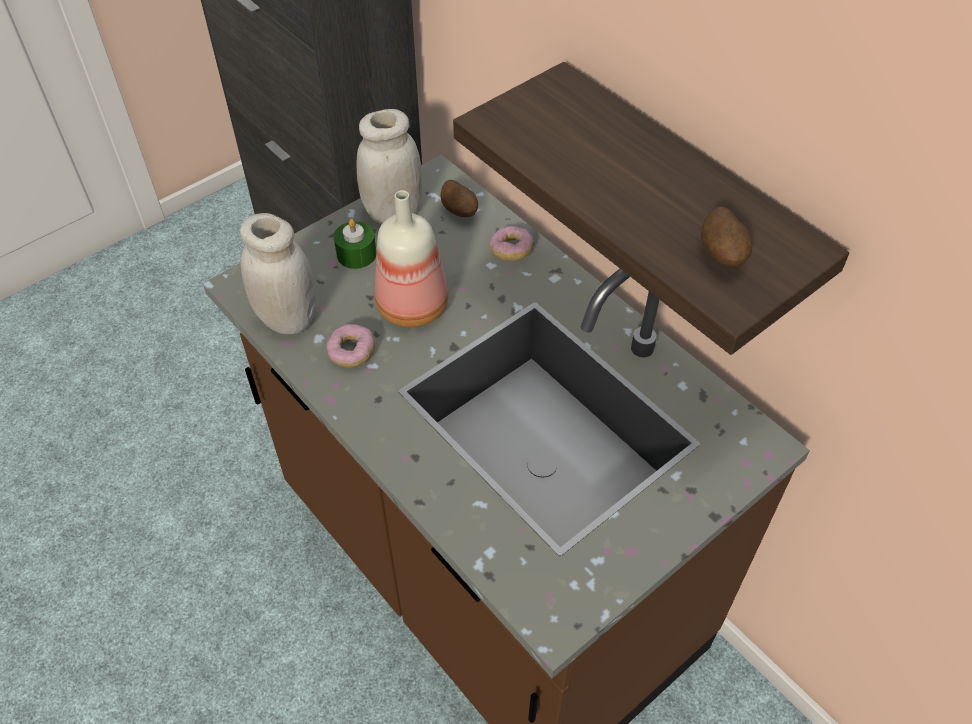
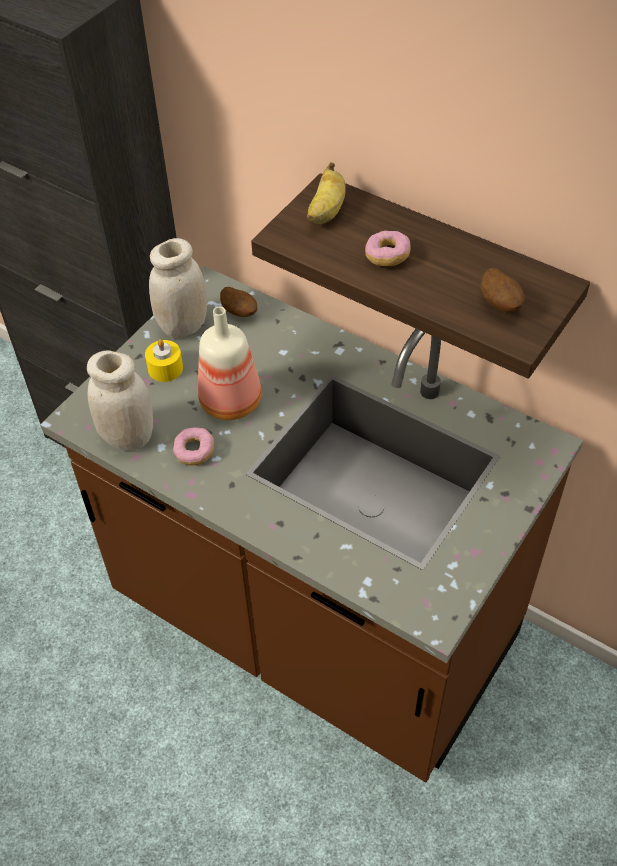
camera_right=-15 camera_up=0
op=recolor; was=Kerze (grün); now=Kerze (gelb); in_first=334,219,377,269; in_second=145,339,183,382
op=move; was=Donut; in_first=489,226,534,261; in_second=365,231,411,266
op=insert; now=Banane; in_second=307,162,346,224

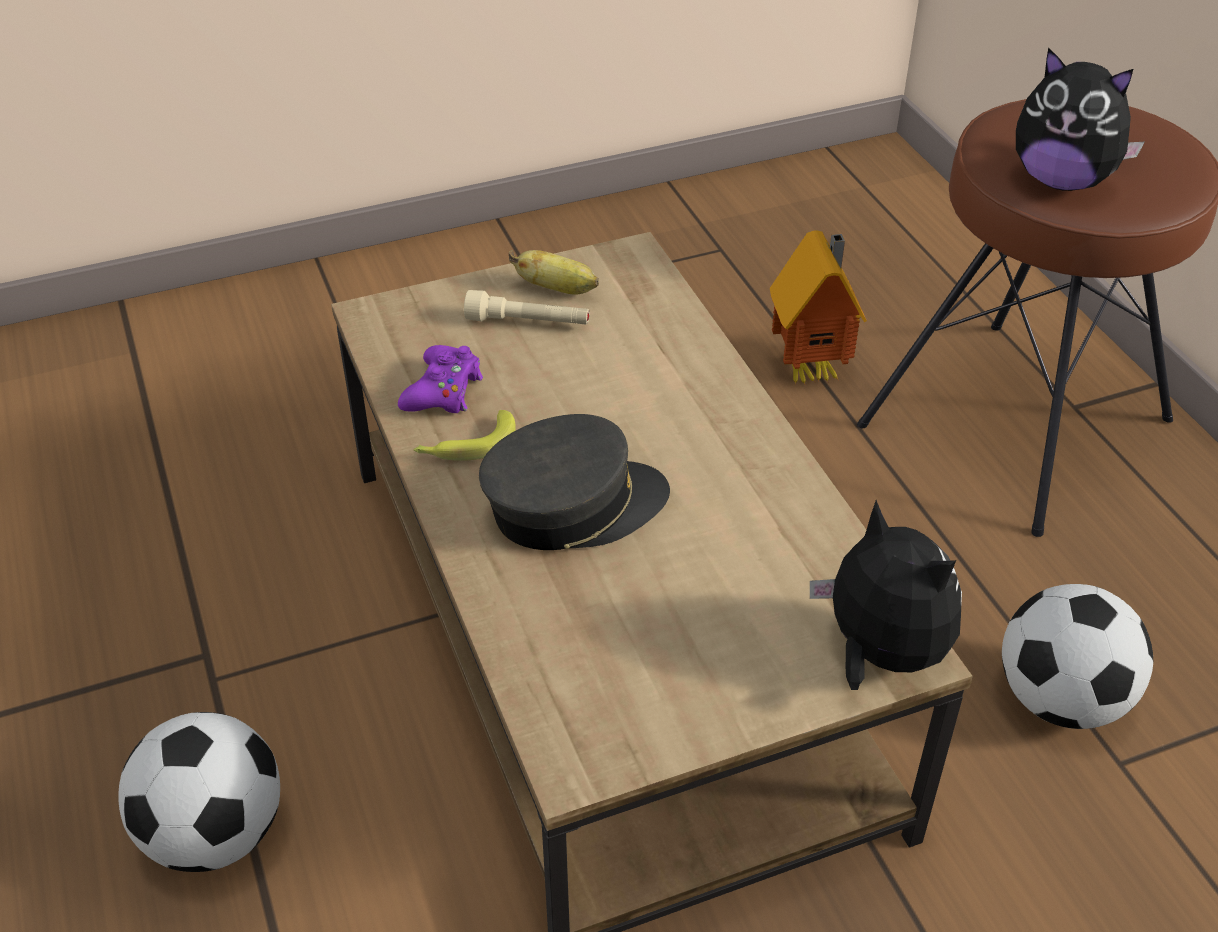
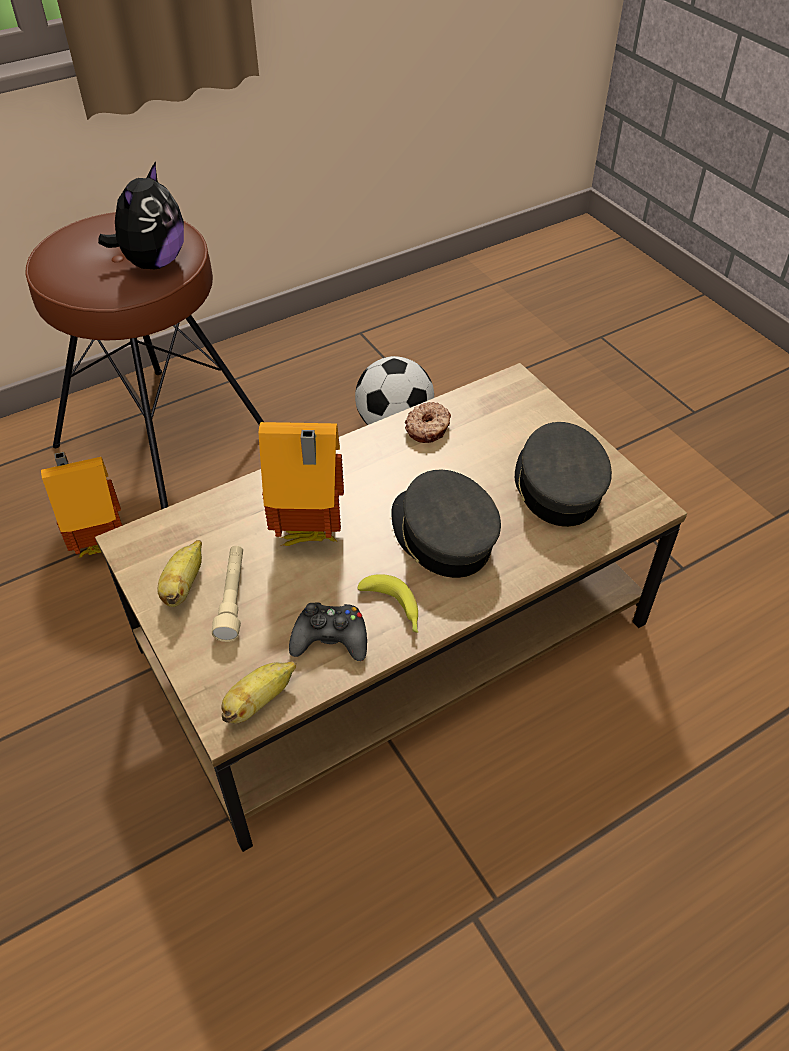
camera_right=-100 camera_up=5
op=delete; was=Fußball; in_first=118,712,280,872
op=recolor; was=Gamepad (lila); now=Gamepad (schwarz); in_first=398,345,483,413; in_second=289,602,367,661
op=delete; was=Plüschtier; in_first=810,500,962,690
op=insert; now=Banane; in_second=221,661,296,724
op=insert; now=Spielzeughaus; in_second=258,422,344,546
op=insert; now=Donut; in_second=405,402,451,443
op=insert; now=Kappe (grau); in_second=515,422,612,527

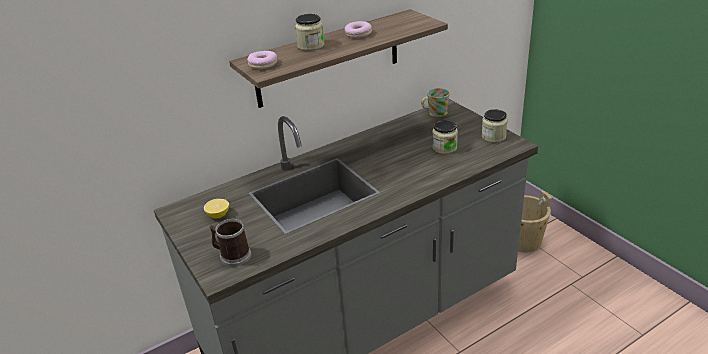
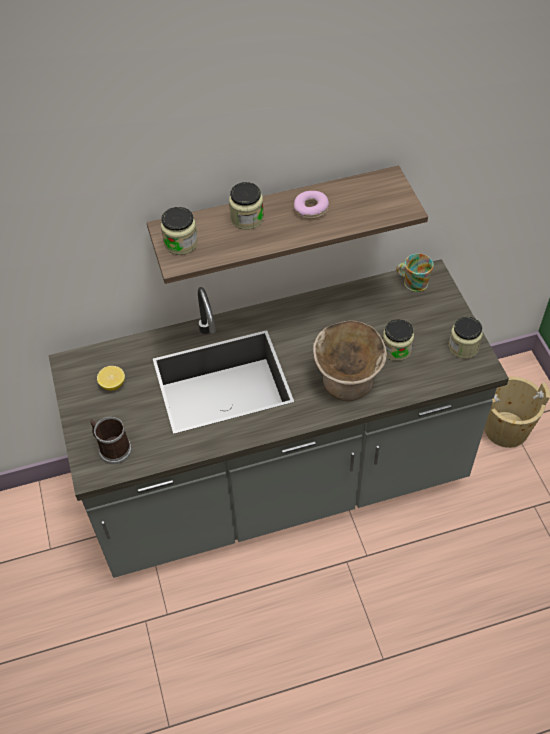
camera_right=15 camera_up=20
op=replace; was=Donut; now=Vorratsglas; in_first=247,51,277,69; in_second=161,207,198,255
op=insert; now=Schüssel (beige); in_second=313,321,387,401

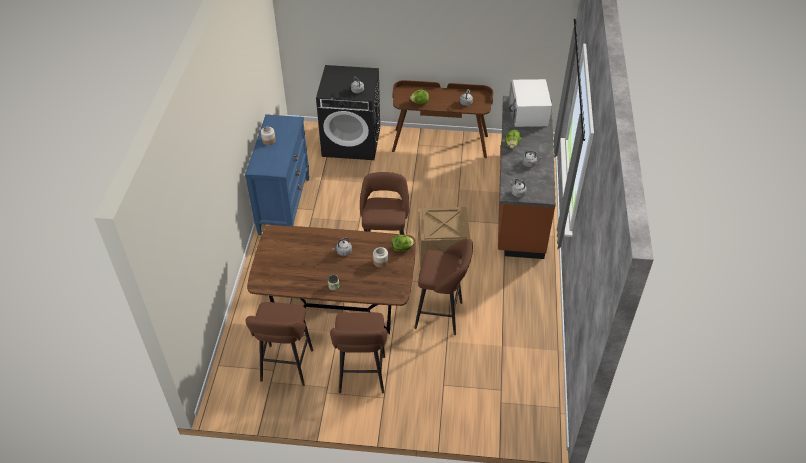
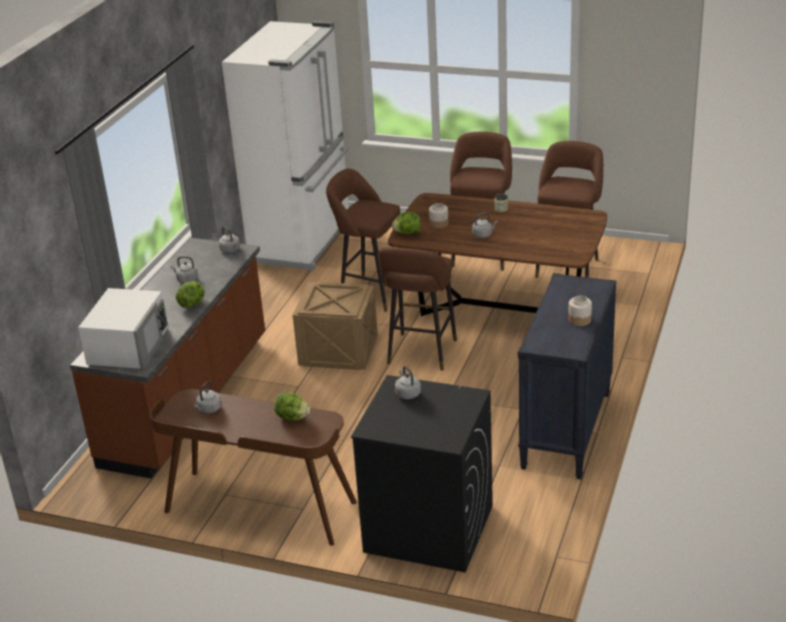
camera_right=-165 camera_up=-15
op=recolor; was=Kommode (blau); now=Kommode (schwarz); in_first=245,114,309,235; in_second=518,273,616,479
op=insert; now=Kühlschrank (weiß); in_second=222,21,349,271

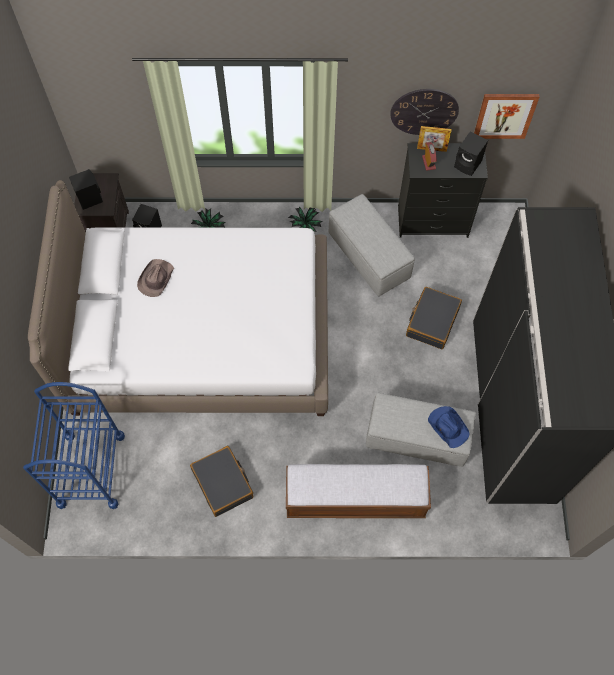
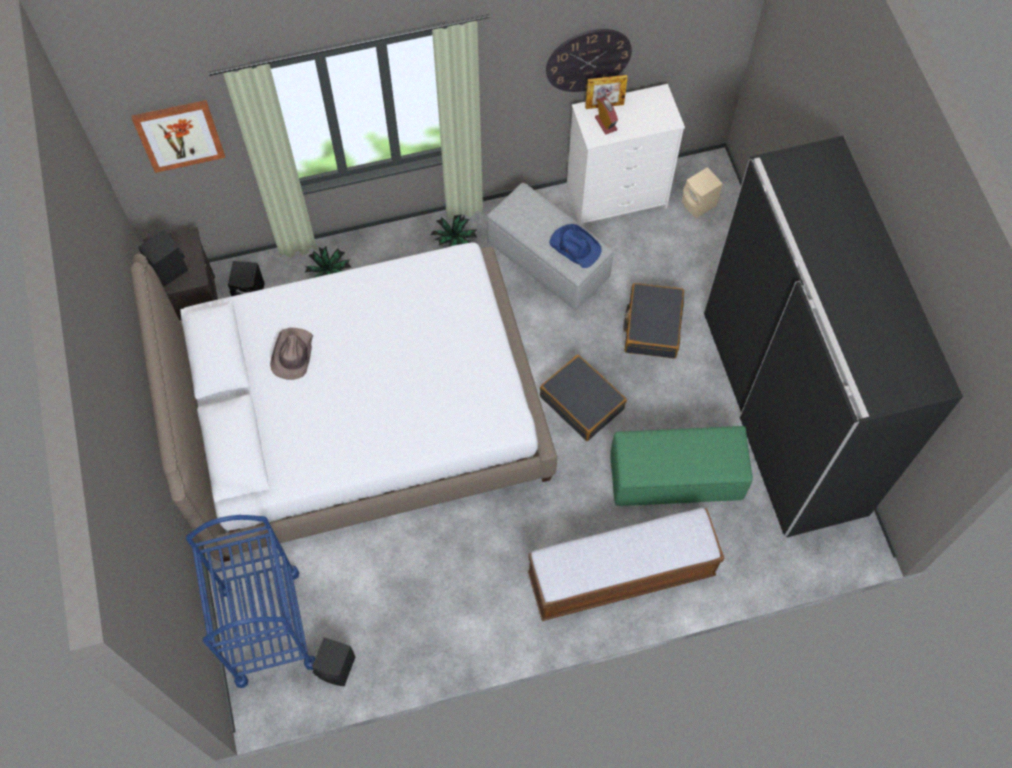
camera_right=-15 camera_up=0
op=move; was=Koffer (schwarz); in_first=190,446,253,517; in_second=540,355,627,441
op=recolor; was=Polsterhocker (grau); now=Polsterhocker (grün); in_first=366,392,476,467; in_second=610,426,753,506
op=recolor; was=Kommode (schwarz); now=Kommode (weiß); in_first=398,143,488,238; in_second=567,84,685,226
op=move; was=Hut (blau); in_first=428,406,470,448; in_second=549,224,602,268
op=move; was=Lautsprecher (schwarz); in_first=454,131,488,176; in_second=312,637,355,686
op=move; was=Bild; in_first=474,94,540,139; in_second=132,100,225,173
op=insert; now=Lautsprecher (beige); in_second=682,167,723,218

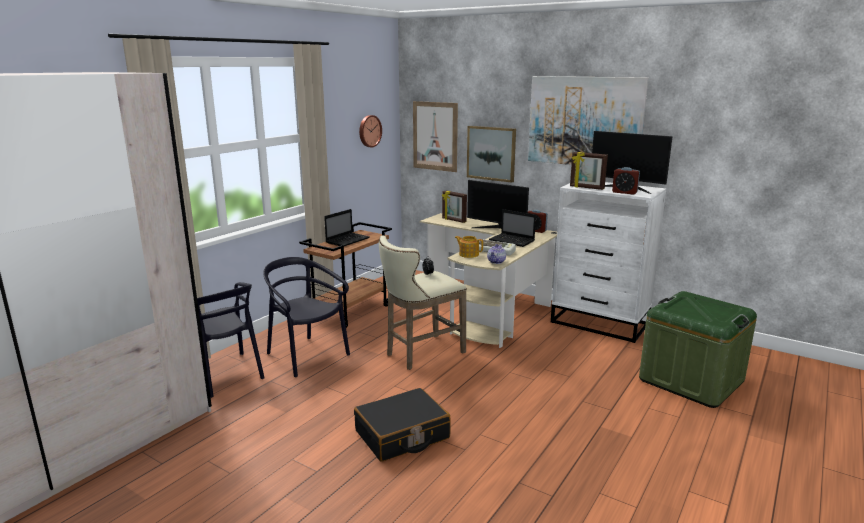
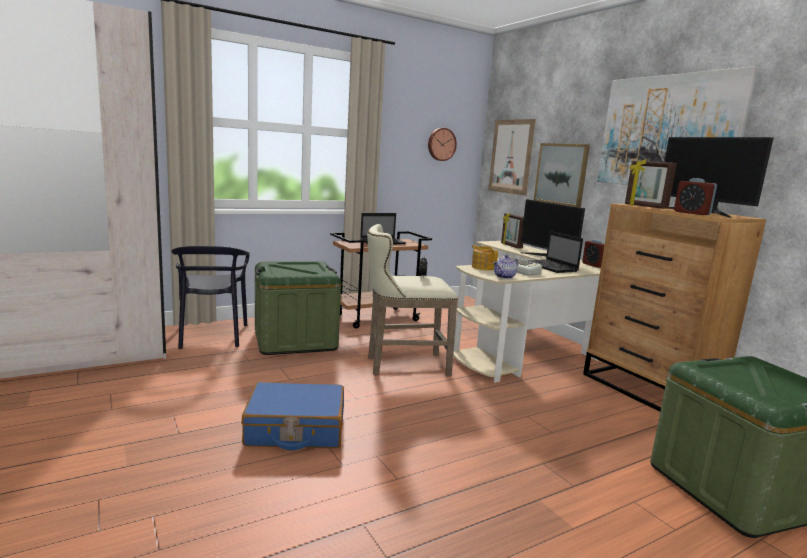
camera_right=25 camera_up=-5
op=replace; was=Stuhl (schwarz); now=Aufbewahrungsbox (grün); in_first=263,257,350,377; in_second=255,261,341,355
op=recolor; was=Koffer (schwarz); now=Koffer (blau); in_first=354,388,451,462; in_second=241,382,344,450
op=recolor; was=Kommode (weiß); now=Kommode (braun); in_first=551,182,666,343; in_second=583,204,766,412

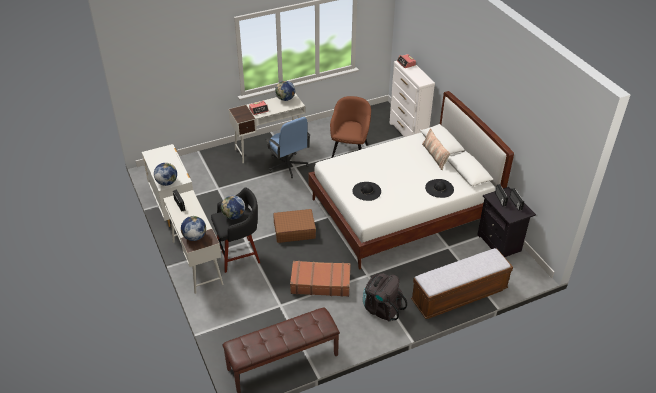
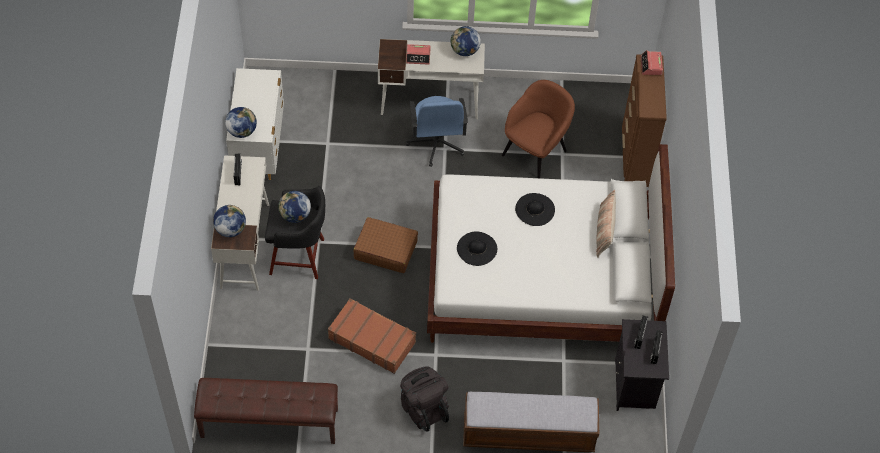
camera_right=25 camera_up=15
op=recolor; was=Kommode (weiß); now=Kommode (braun); in_first=390,61,435,137; in_second=622,54,667,187
op=move; was=Hut (schwarz); in_first=425,179,454,198; in_second=515,193,555,226

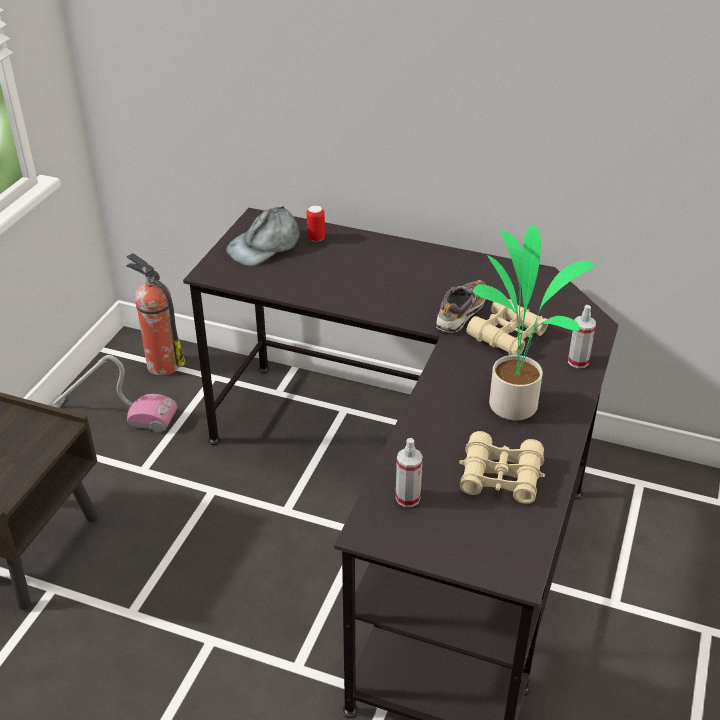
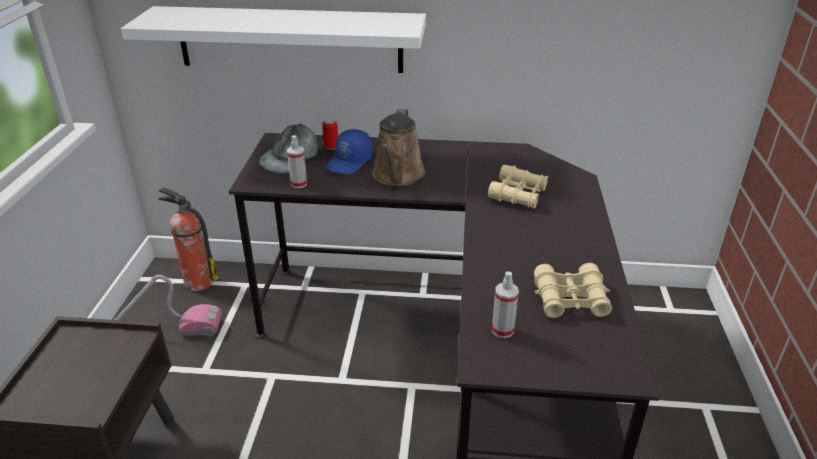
camera_right=-15 camera_up=-5
op=delete; was=Schuh; in_first=436,280,486,333
op=delete; was=Topfpflanze; in_first=473,225,594,421
op=move; was=Sprühflasche; in_first=568,305,596,368; in_second=287,135,307,189
op=insert; now=Wandregal (weiß); in_second=121,6,426,73
op=insert; now=Kappe (blau); in_second=326,129,373,174
op=insert; now=Gießkanne (braun); in_second=372,109,425,186

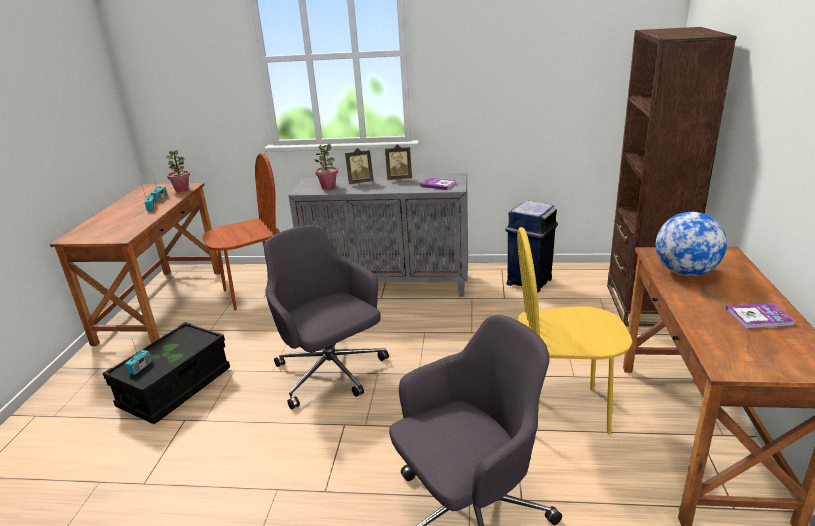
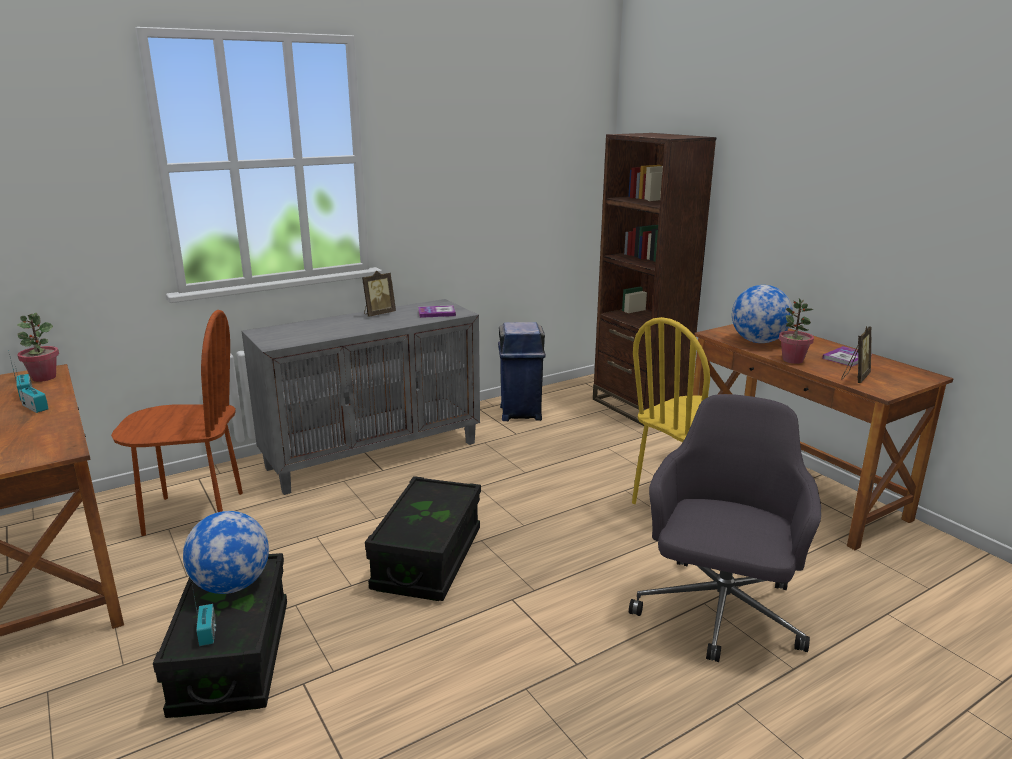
camera_right=-40 camera_up=-5
op=rotate; was=Stuhl (braun); in_first=202,153,280,310; in_second=111,310,243,536; clockwise=60
op=replace; was=Bürostuhl (grau); now=Aufbewahrungsbox (schwarz); in_first=264,225,389,410; in_second=365,476,481,601
op=move; was=Topfpflanze; in_first=314,144,338,190; in_second=779,298,814,364
op=move; was=Bilderrahmen; in_first=345,148,374,184; in_second=841,326,872,383
op=insert; now=Globus; in_second=183,511,269,594

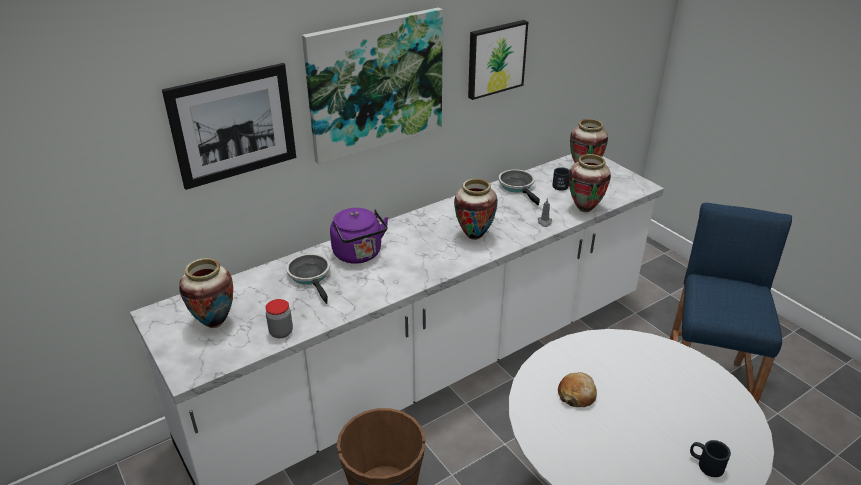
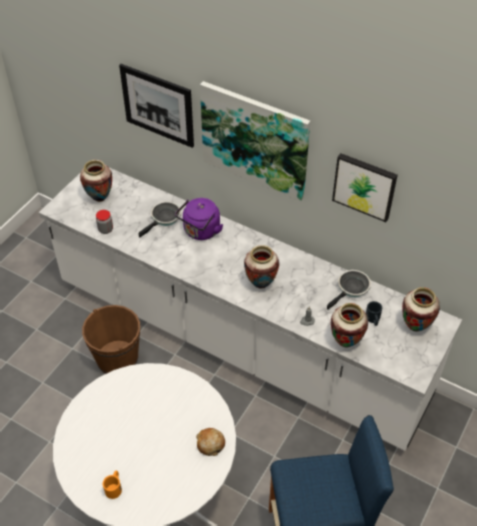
camera_right=65 camera_up=15
op=move; was=Brot; in_first=558,372,597,407; in_second=196,428,225,456
op=recolor; was=Henkelbecher (schwarz); now=Henkelbecher (orange); in_first=690,440,731,477; in_second=103,471,122,499

